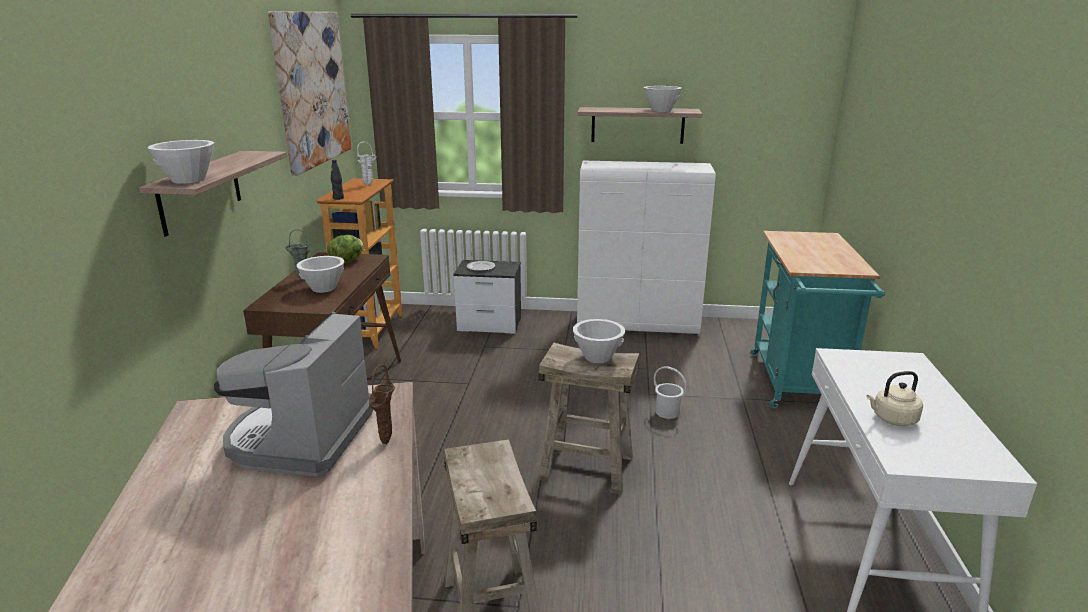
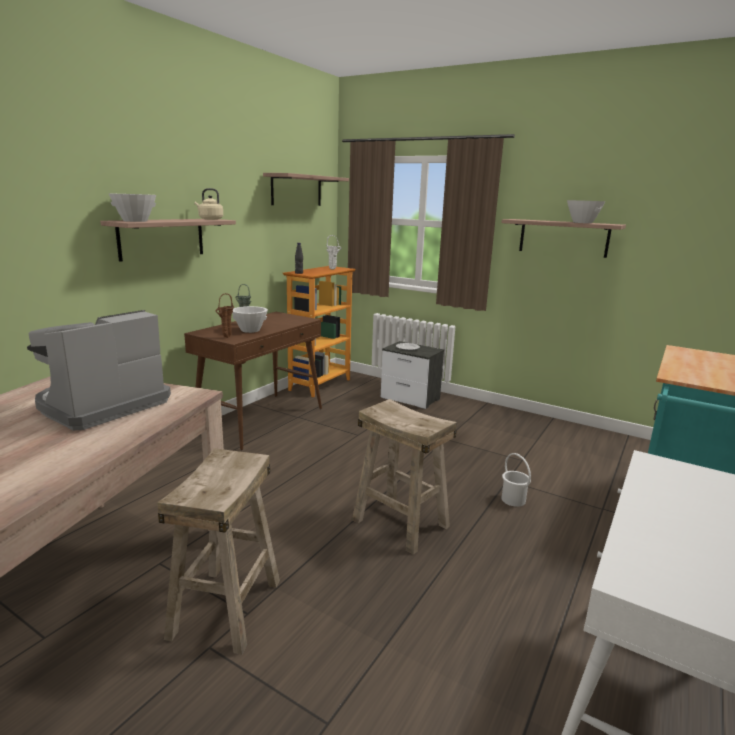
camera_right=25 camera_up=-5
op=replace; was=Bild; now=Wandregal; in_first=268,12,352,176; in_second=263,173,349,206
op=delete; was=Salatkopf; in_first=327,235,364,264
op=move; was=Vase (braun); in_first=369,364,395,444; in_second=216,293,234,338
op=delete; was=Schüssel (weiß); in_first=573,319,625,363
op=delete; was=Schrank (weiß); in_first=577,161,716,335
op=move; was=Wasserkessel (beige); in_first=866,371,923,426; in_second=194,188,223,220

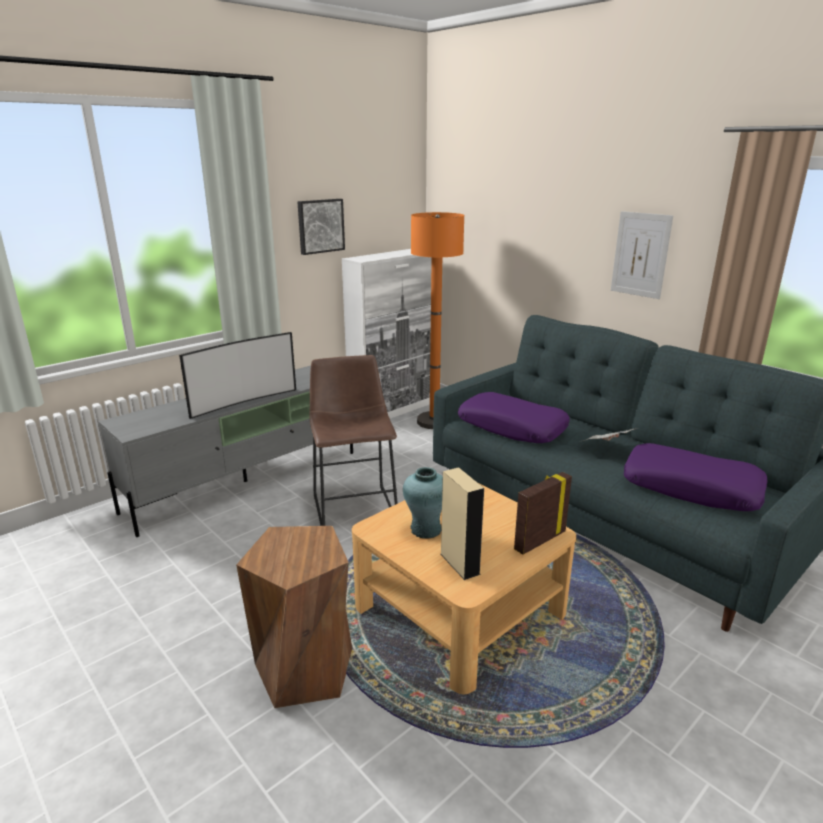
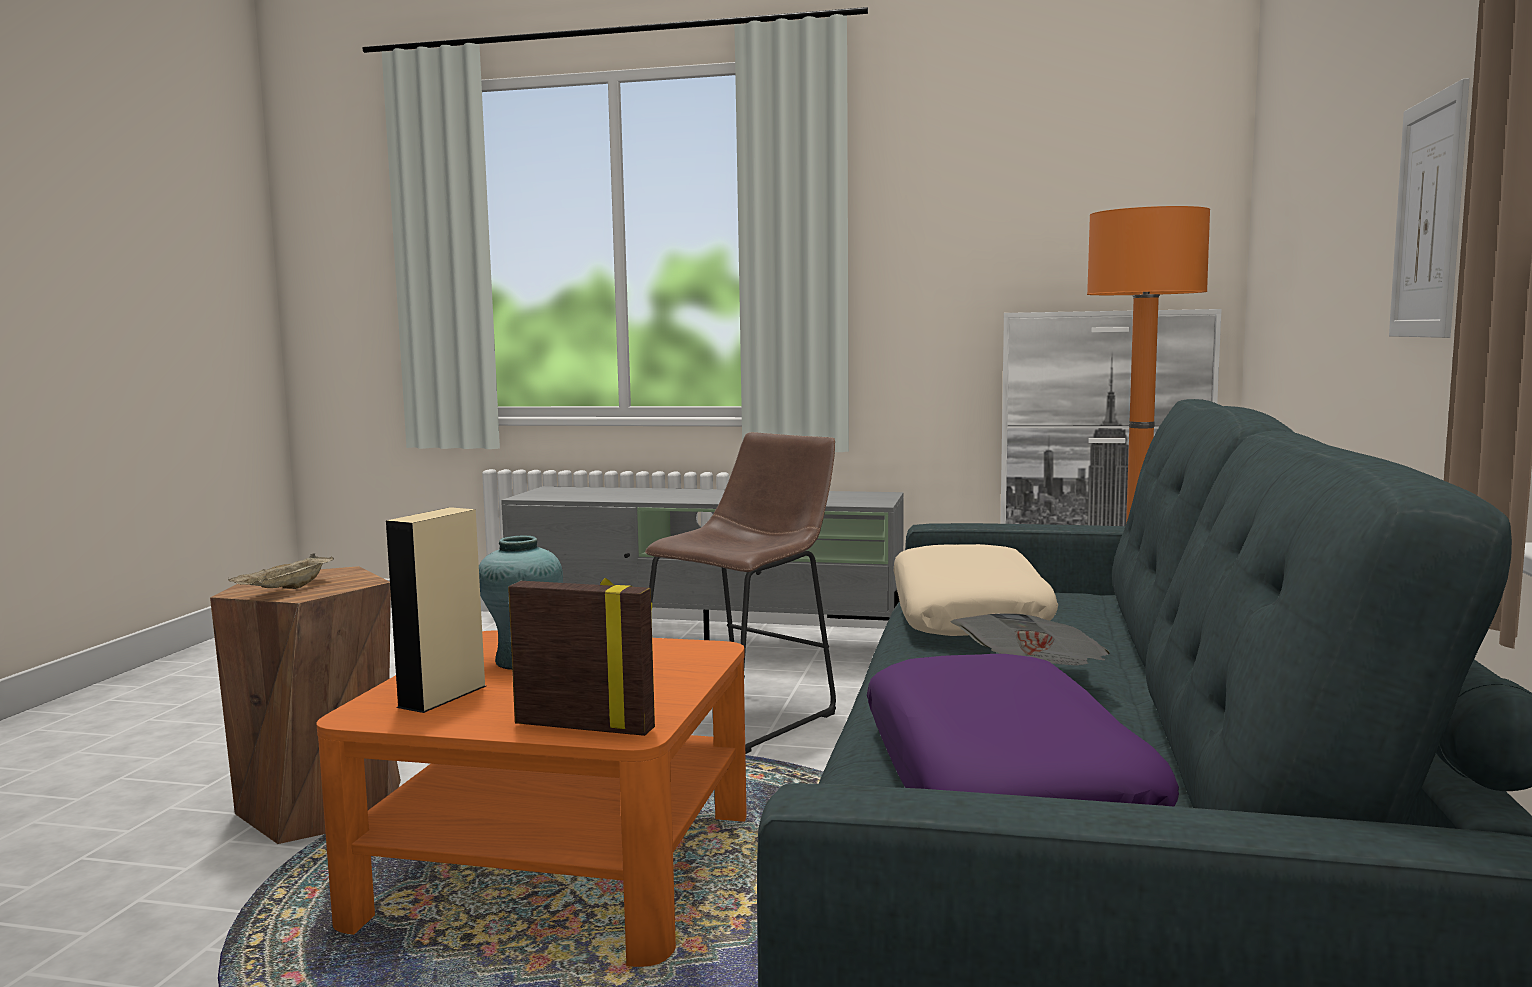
camera_right=55 camera_up=-15
op=delete; was=Fernseher; in_first=179,332,296,419
op=delete; was=Bild; in_first=297,199,345,255
op=recolor; was=Couchtisch (beige); now=Couchtisch (orange); in_first=352,484,576,695; in_second=316,630,747,967
op=recolor; was=Kissen (lila); now=Kissen (beige); in_first=458,392,570,443; in_second=894,544,1058,636
op=insert; now=Tablett (beige); in_second=228,554,334,589

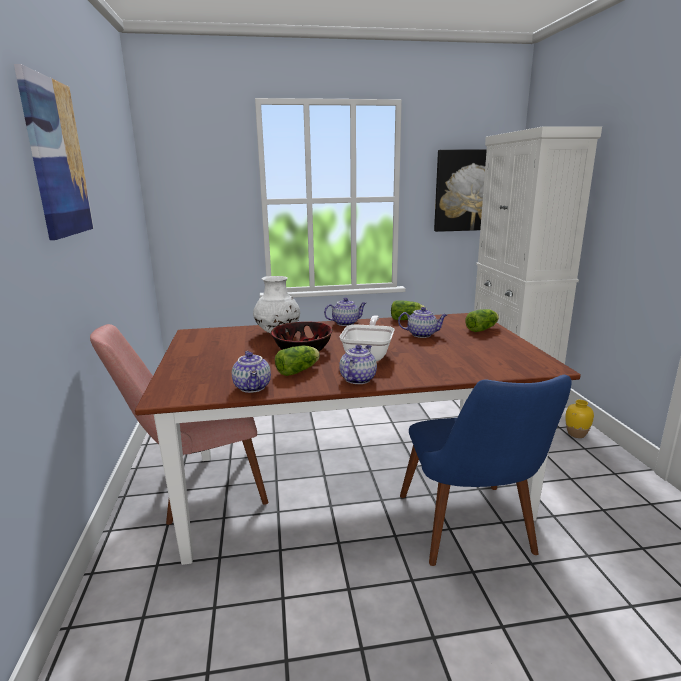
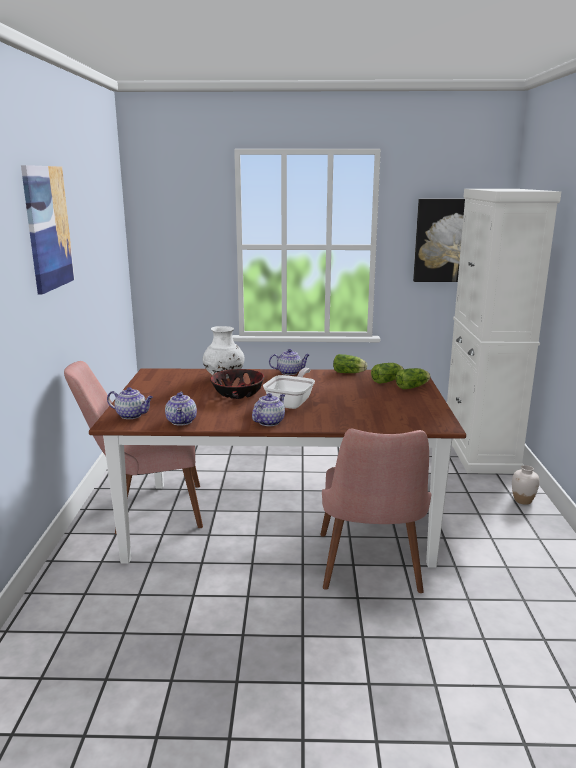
camera_right=10 camera_up=0
op=move; was=Salatkopf; in_first=275,345,320,376; in_second=371,363,404,384
op=move; was=Teekanne; in_first=398,307,447,338; in_second=107,387,153,419
op=recolor; was=Stuhl (blau); now=Stuhl (rosa); in_first=400,375,572,566; in_second=320,429,431,593
op=recolor; was=Vase (gelb); now=Vase (weiß); in_first=565,400,594,438; in_second=512,465,540,505

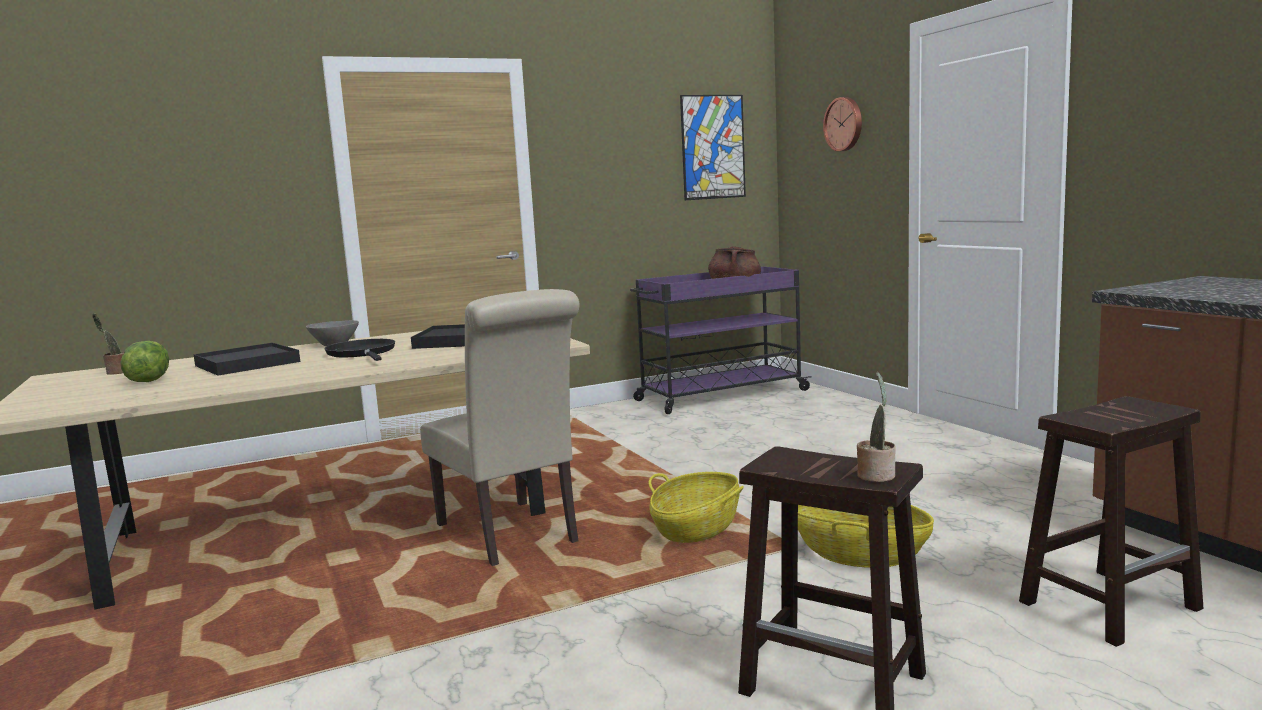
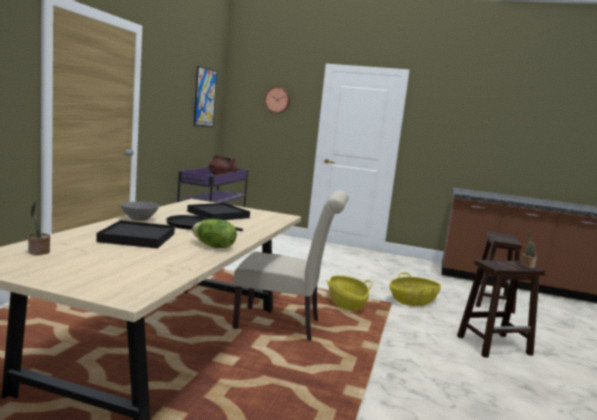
camera_right=-50 camera_up=0
op=move; was=Salatkopf; in_first=120,341,169,382; in_second=192,219,237,248

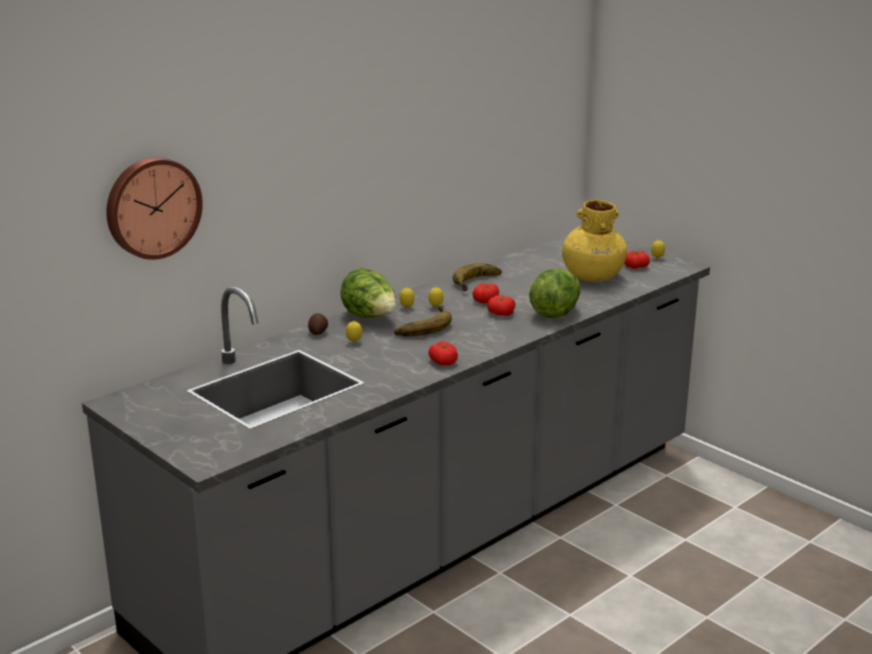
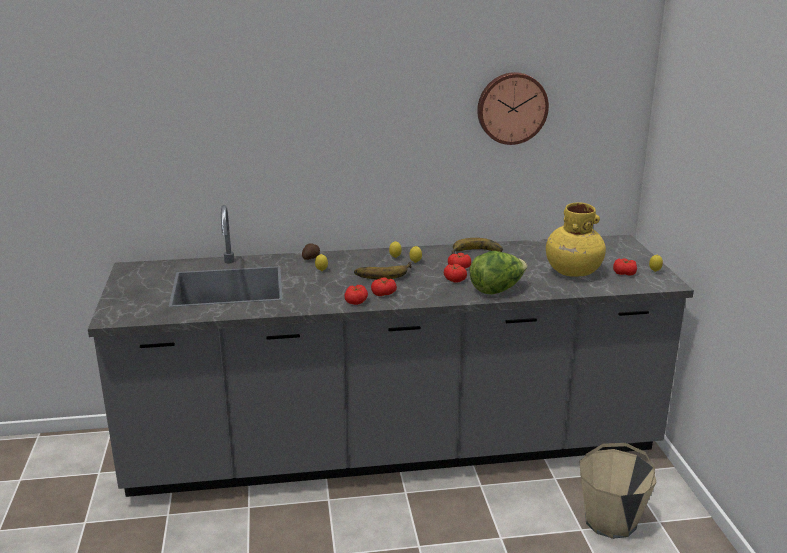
camera_right=35 camera_up=0
op=move; was=Wanduhr; in_first=106,157,203,260; in_second=477,72,549,145
op=delete; was=Salatkopf; in_first=340,268,396,318
op=insert; now=Tomate; in_second=371,277,397,296
op=insert; now=Eimer (beige); in_second=579,443,656,539

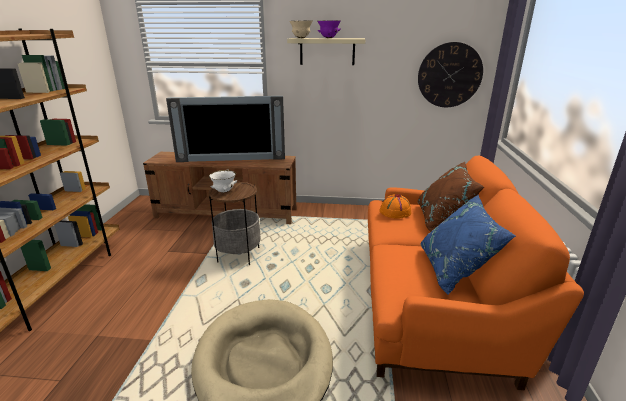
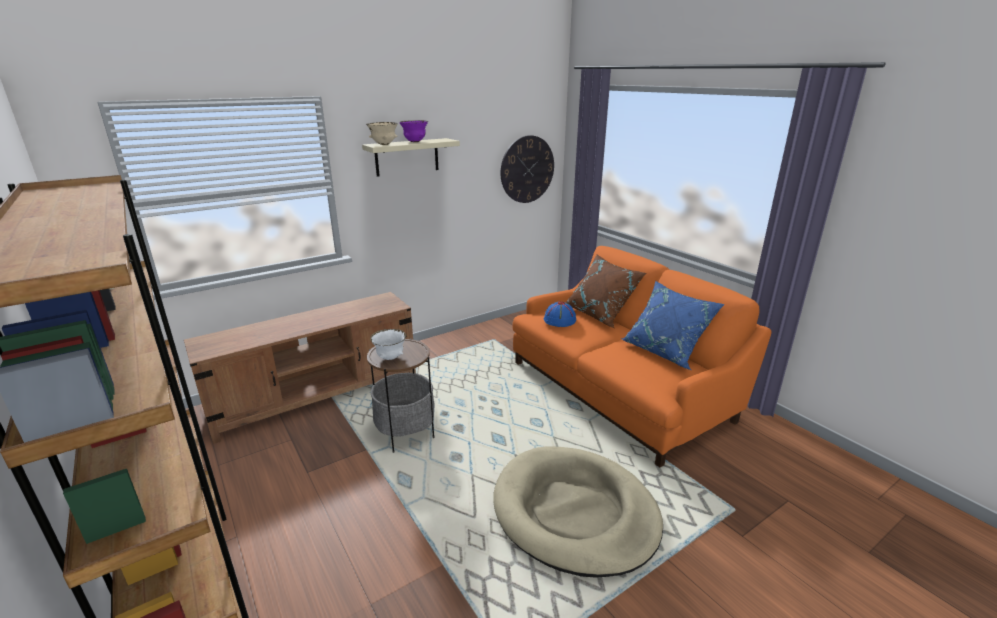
camera_right=-40 camera_up=0
op=delete; was=Fernseher; in_first=166,96,285,162
op=recolor; was=Hut (orange); now=Hut (blau); in_first=379,194,411,218; in_second=544,301,576,327

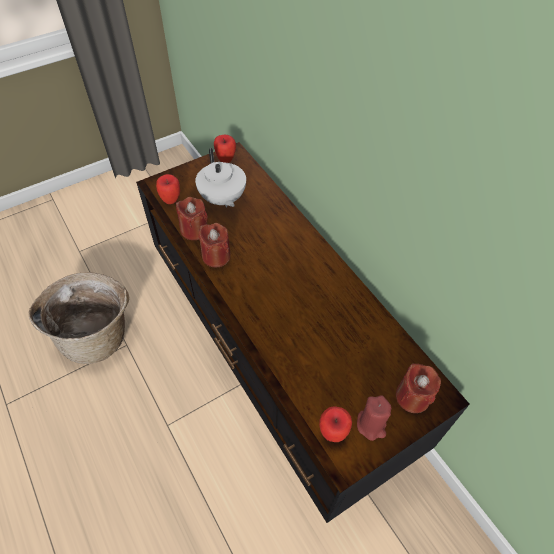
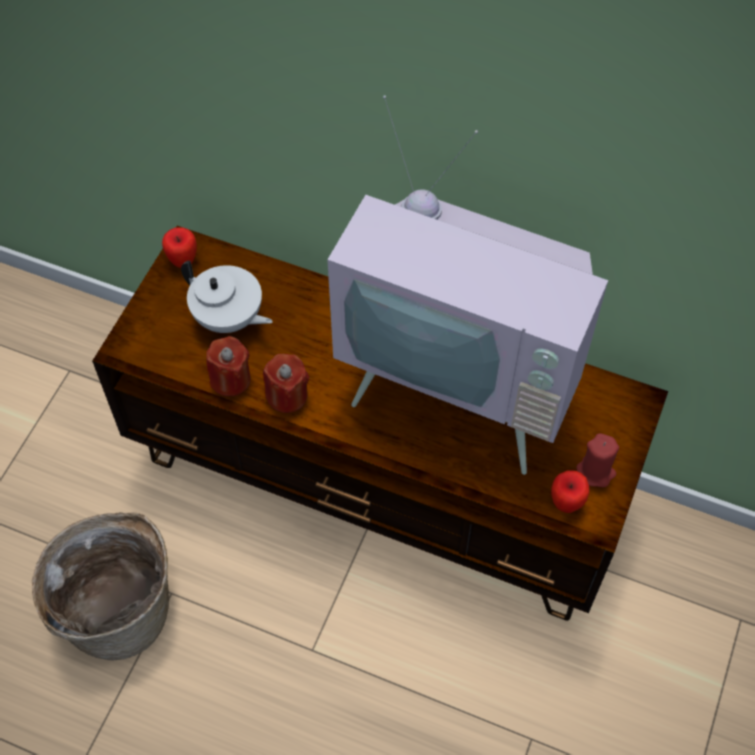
camera_right=-35 camera_up=5
op=delete; was=Apfel; in_first=156,174,180,204
op=delete; was=Kerze (rot); in_first=396,364,441,413
op=insert; now=Fernseher; in_second=327,95,608,475

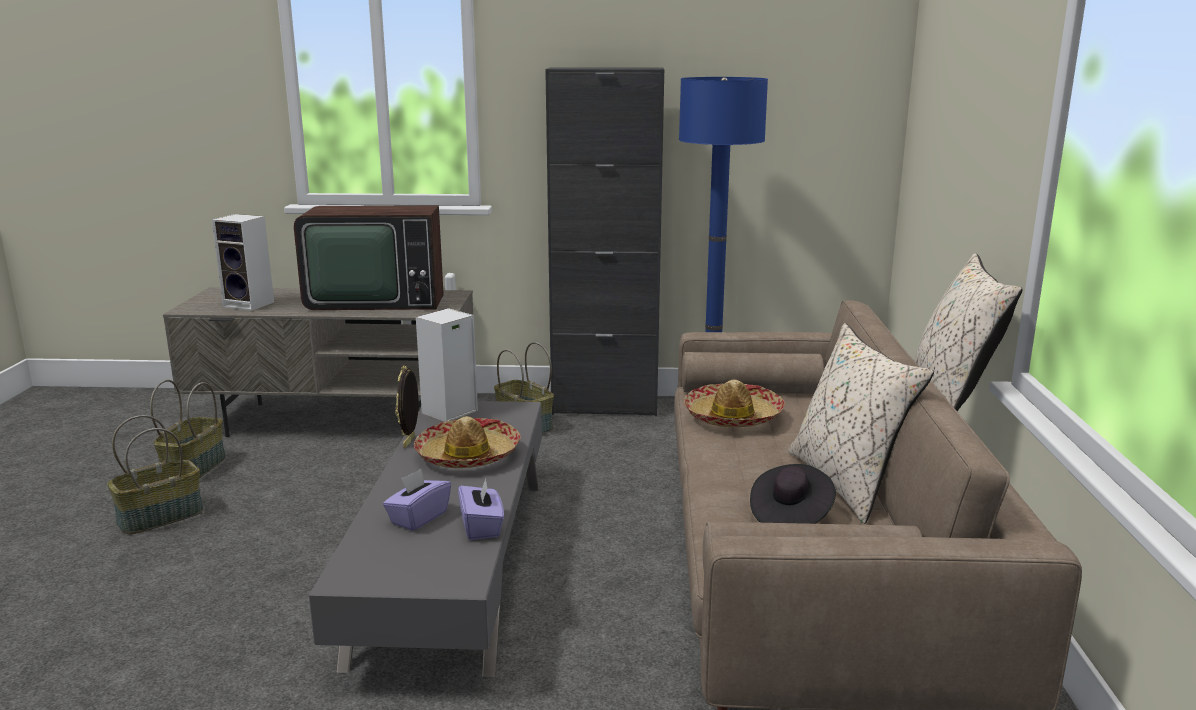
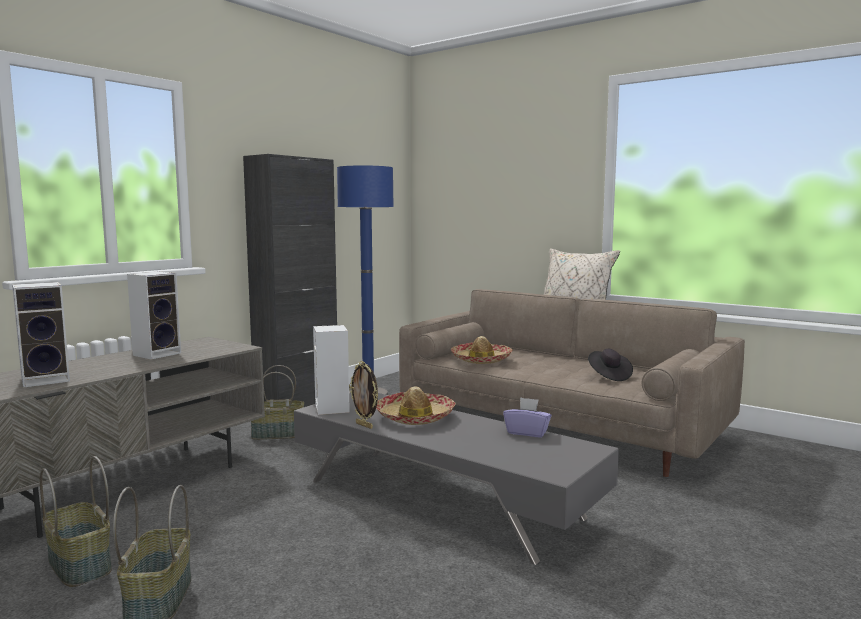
camera_right=-55 camera_up=-10
op=replace; was=Fernseher; now=Lautsprecher; in_first=294,205,444,310; in_second=127,272,181,360
op=delete; was=Taschentuchbox (lila); in_first=383,469,451,531
op=delete; was=Kissen (beige); in_first=788,323,934,524

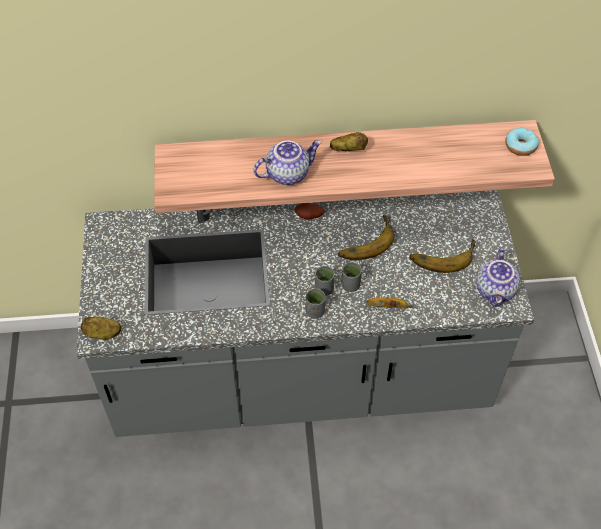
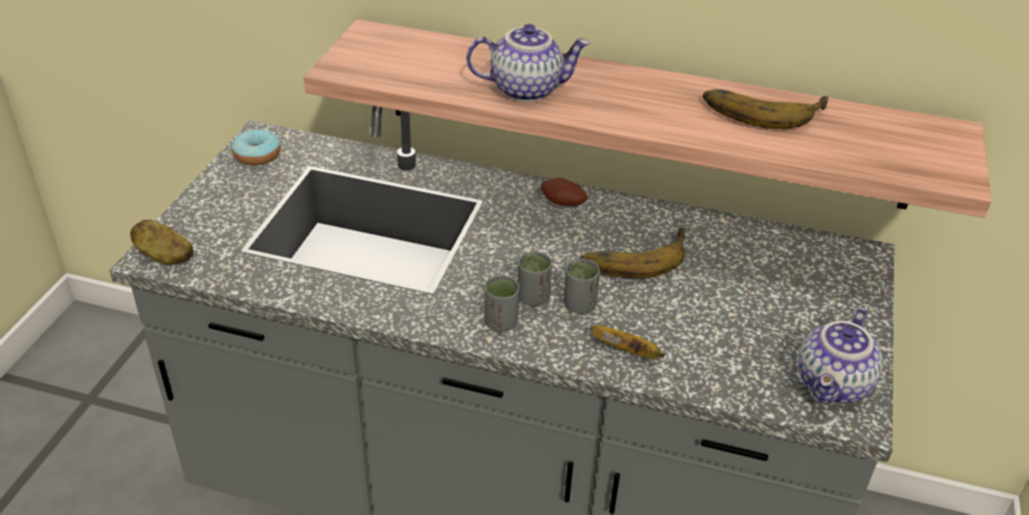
camera_right=20 camera_up=-15
op=delete; was=Kartoffel; in_first=330,132,368,151
op=move; was=Banane; in_first=410,239,476,273; in_second=703,89,829,129
op=move; was=Donut; in_first=505,128,539,156; in_second=231,129,281,165

